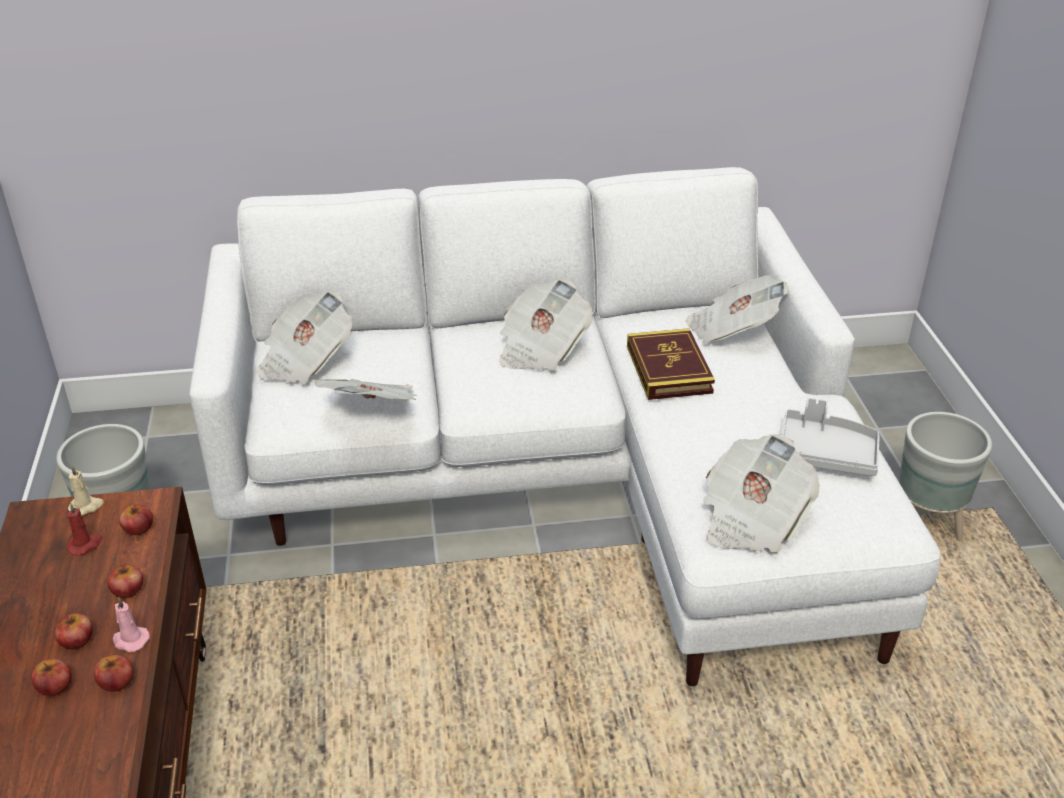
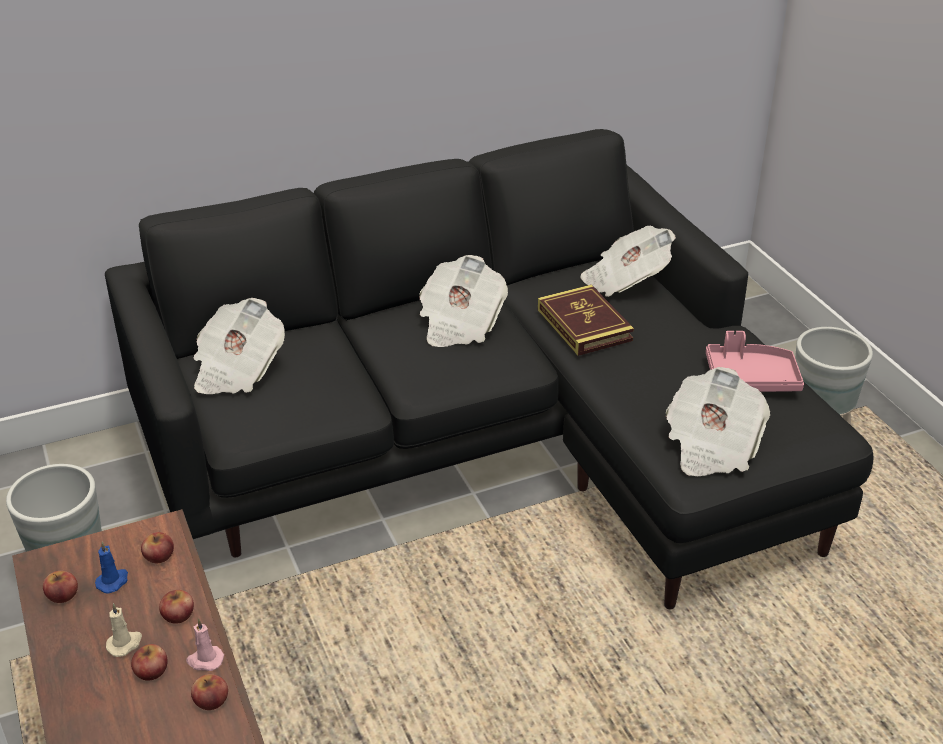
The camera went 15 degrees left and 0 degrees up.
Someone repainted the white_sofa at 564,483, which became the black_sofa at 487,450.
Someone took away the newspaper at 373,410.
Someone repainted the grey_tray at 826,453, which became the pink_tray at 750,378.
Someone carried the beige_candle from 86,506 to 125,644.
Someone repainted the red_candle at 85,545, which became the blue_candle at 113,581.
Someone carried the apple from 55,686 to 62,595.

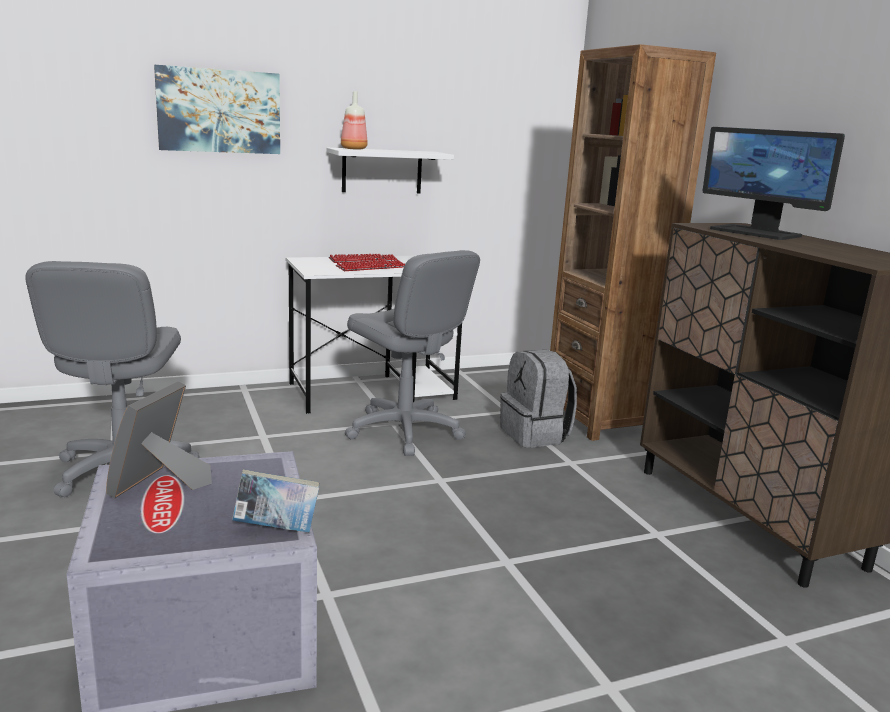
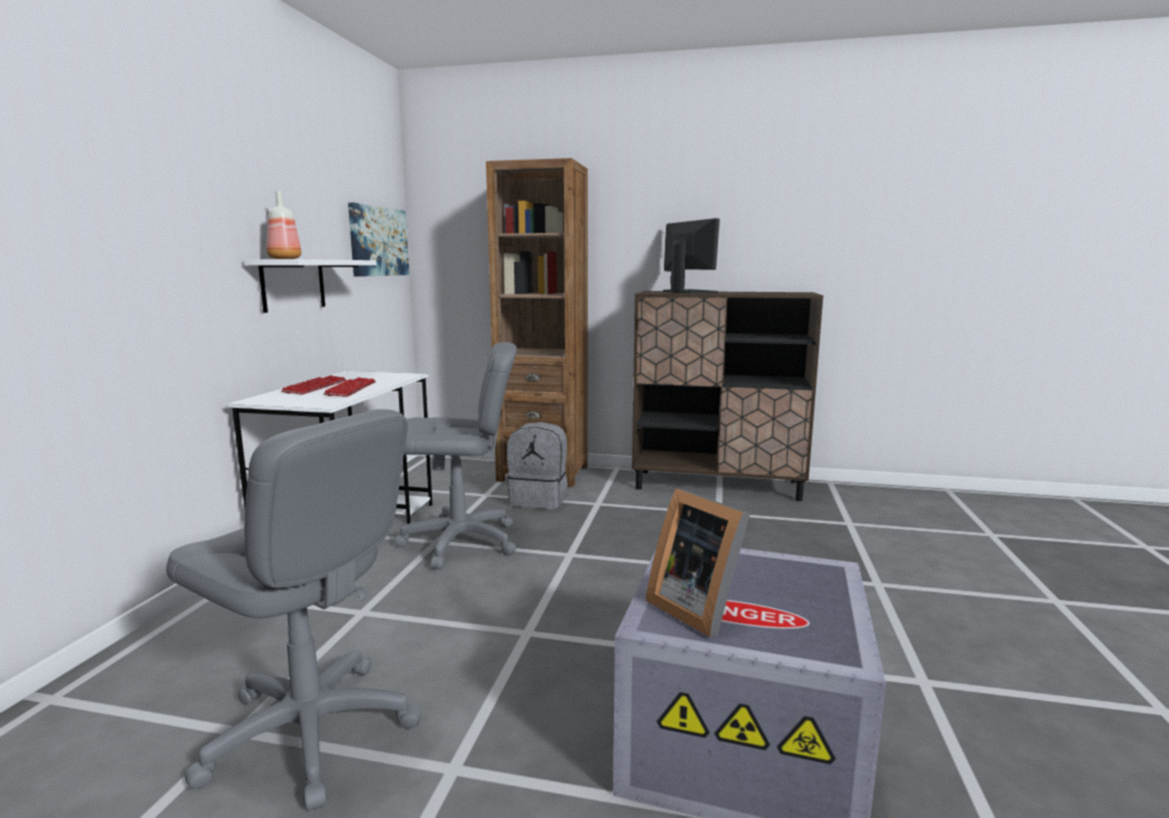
The camera went 55 degrees left and 5 degrees down.
Someone carried the picture from 219,111 to 378,241.
Someone rotated the monitor at 756,232 by 105 degrees counterclockwise.
Someone took away the book at 276,529.

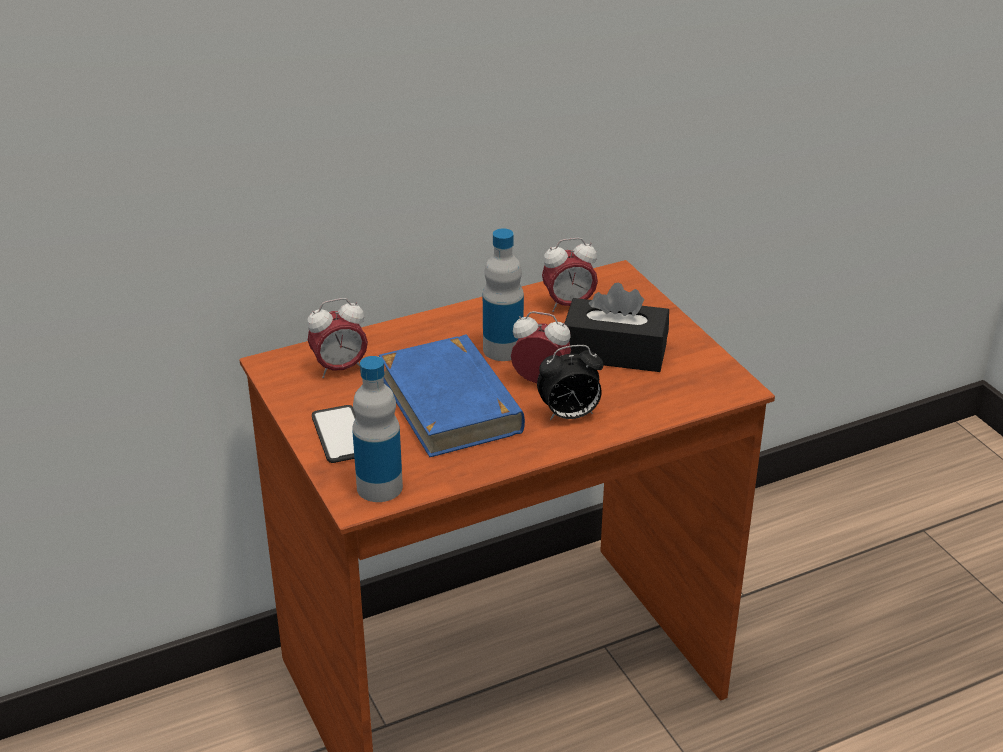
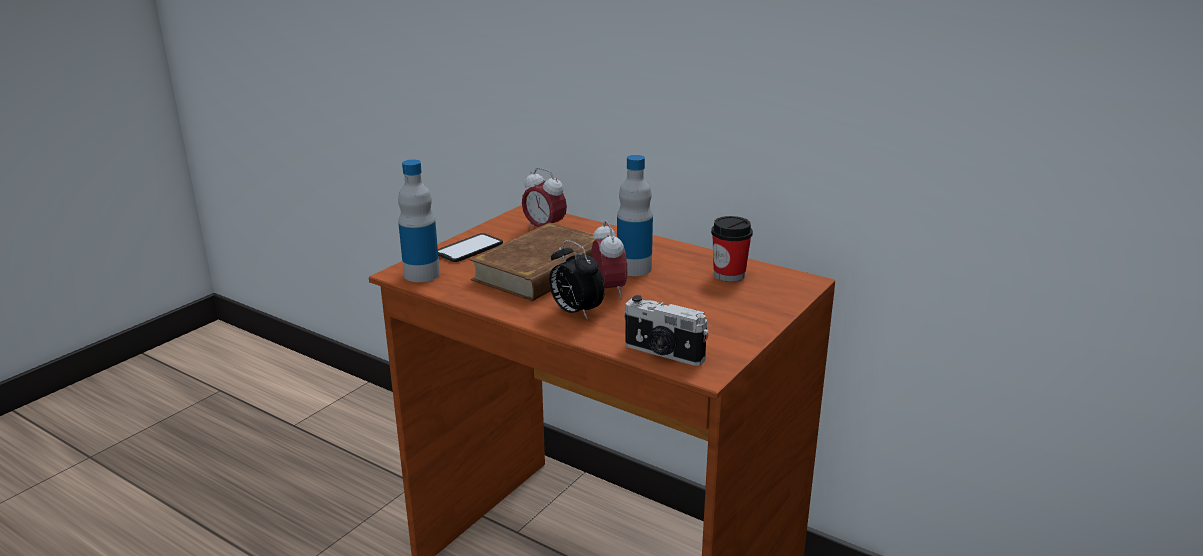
The camera went 60 degrees right and 10 degrees down.
Someone swapped the alarm_clock at 569,305 for the cup at 729,275.
Someone took away the black_tissue_box at 615,352.
Someone repainted the blue_book at 451,403, which became the brown_book at 543,270.
Someone put down the photo_camera at 663,353.

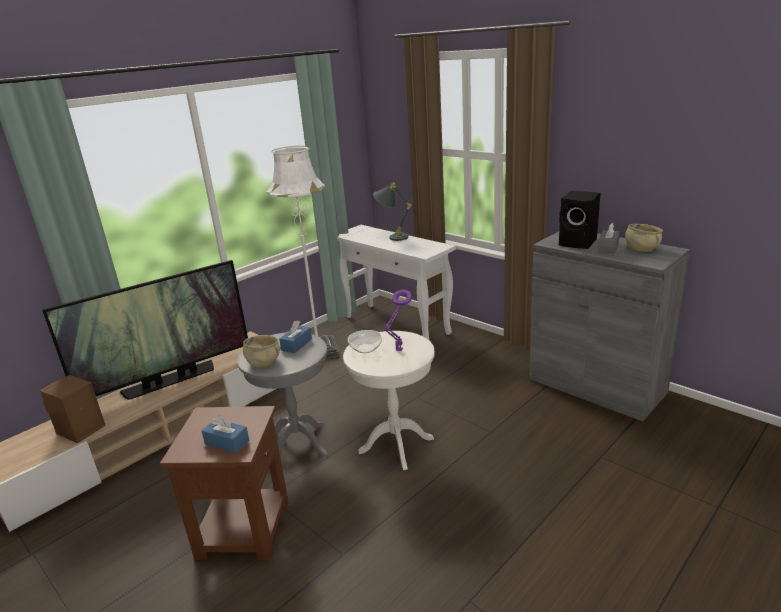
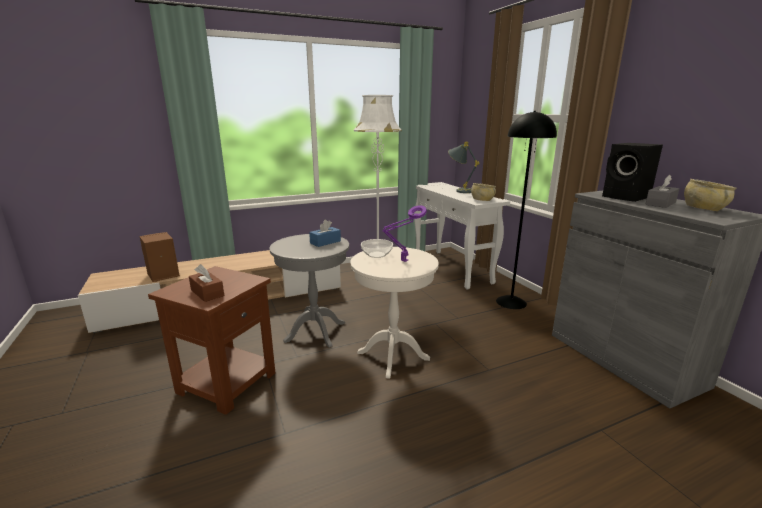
The camera went 20 degrees right and 5 degrees down.
Someone took away the television at 170,380.
Someone carried the beige_bowl from 263,362 to 482,200.
Someone repainted the blue_tissue_box at 227,442, which became the brown_tissue_box at 207,293.
Someone put down the black_floor_lamp at 510,302.

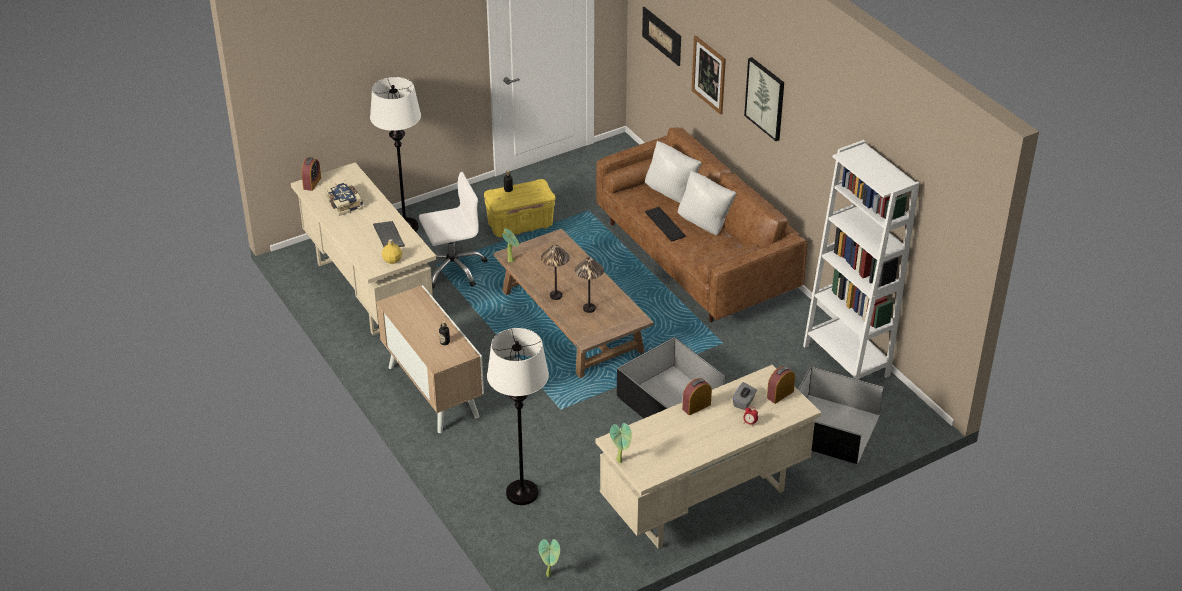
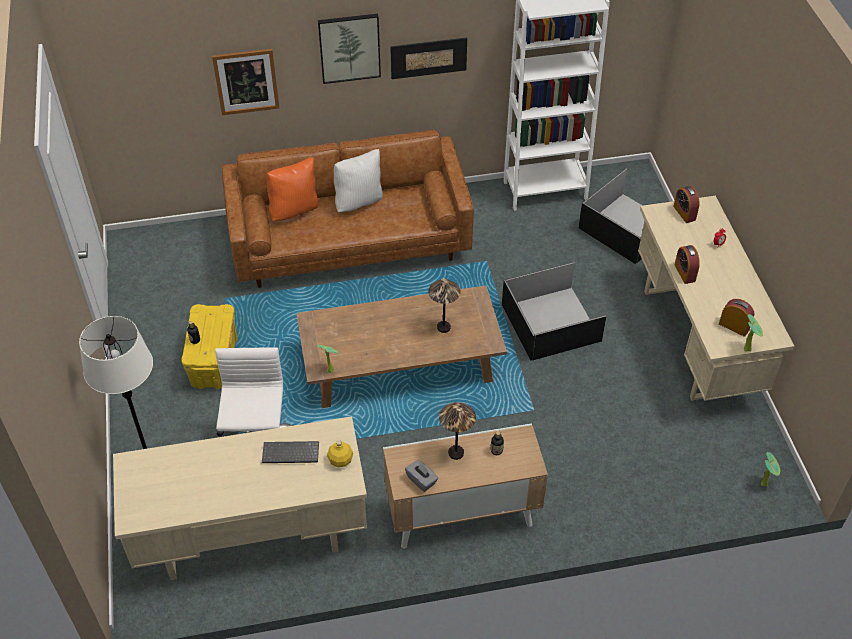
The camera went 70 degrees left and 10 degrees up.
Someone carried the picture from 662,36 to 428,58.
Someone repainted the white_pillow at 671,193, which became the orange_pillow at 294,210.
Someone carried the alarm_clock from 312,183 to 734,326.
Someone took away the book at 345,203.
Someone took away the keyboard at 666,224.
Someone carried the table_lamp from 555,296 to 456,453.
Someone took away the white_floor_lamp at 522,493.
Someone carried the grey_tissue_box from 744,402 to 421,480.

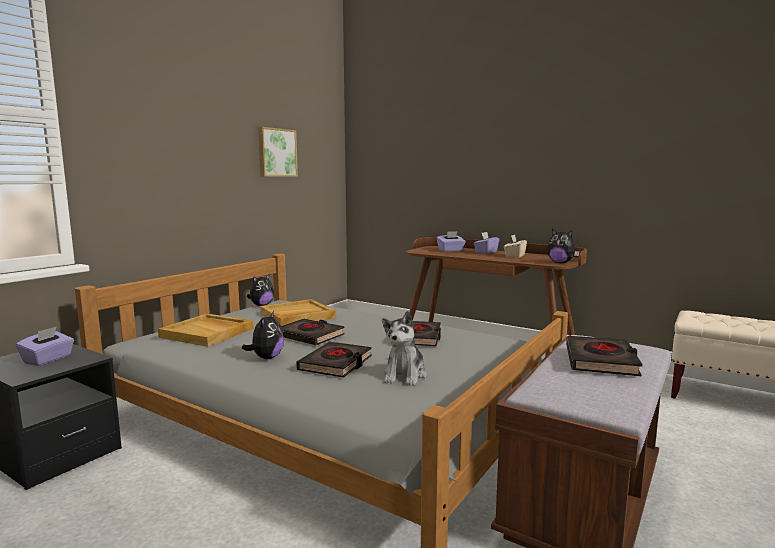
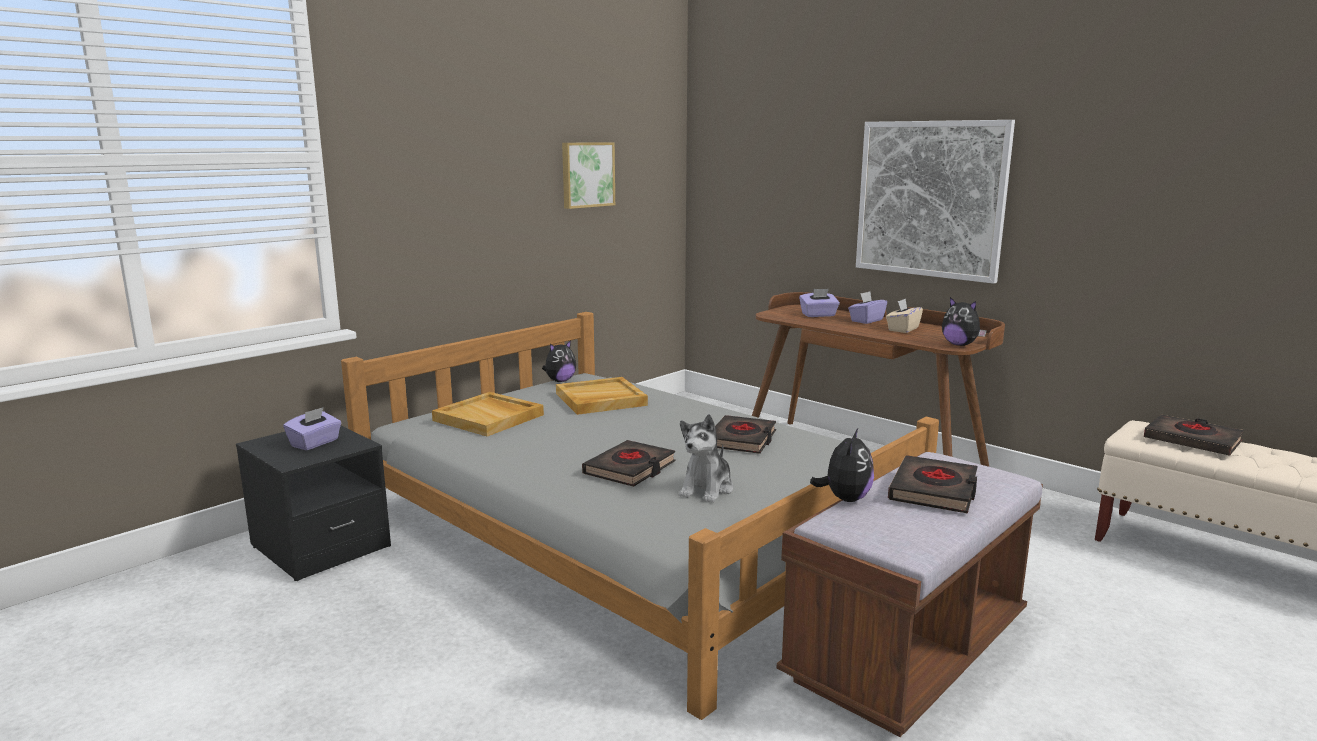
The camera went 10 degrees right and 5 degrees up.
Someone carried the plush_toy from 266,358 to 845,499.
Someone carried the black_book from 310,336 to 1192,440.
Someone put up the picture at 930,199.

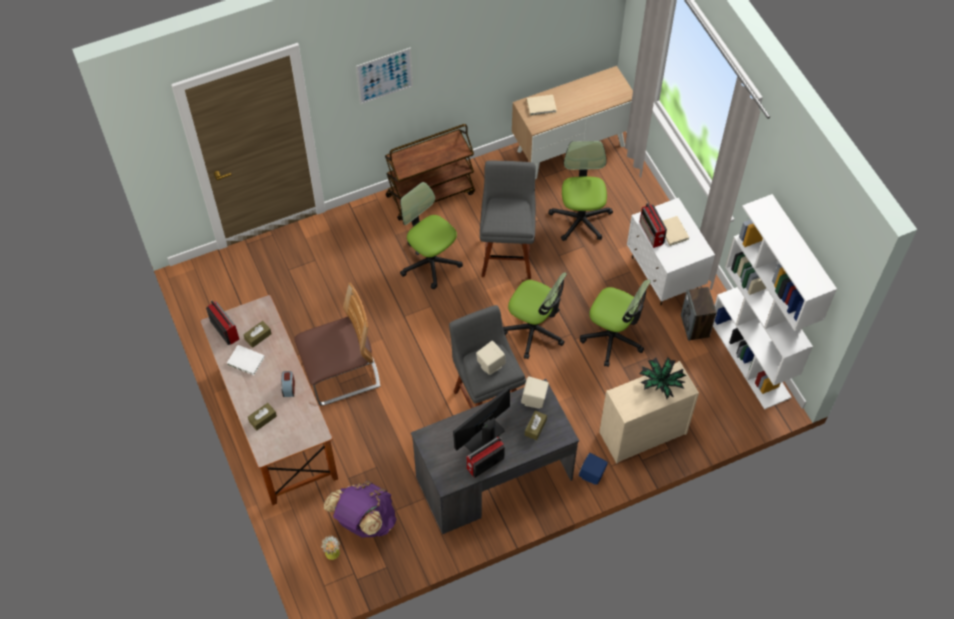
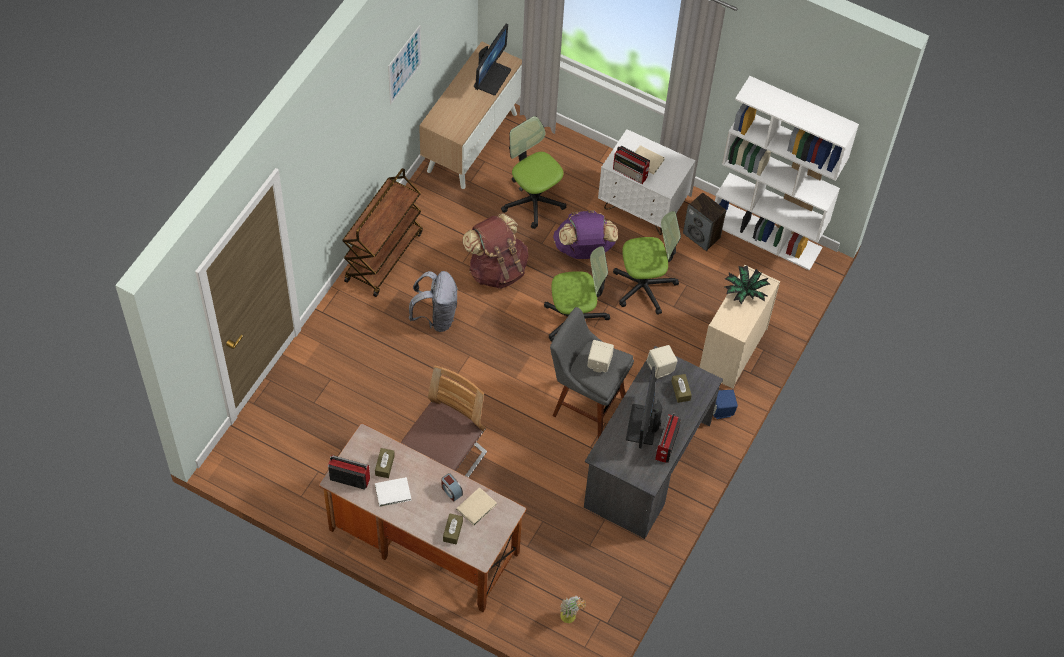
The camera went 40 degrees left and 0 degrees up.
Someone carried the picture from 384,76 to 404,64.
Someone carried the beige_book from 542,106 to 477,507.
Someone swapped the grey_stool at 507,254 for the brown_backpack at 497,269.
Someone swapped the office_chair at 430,262 for the grey_backpack at 436,317.
Someone carried the purple_backpack from 364,521 to 584,249.
Someone put down the monitor at 491,77.

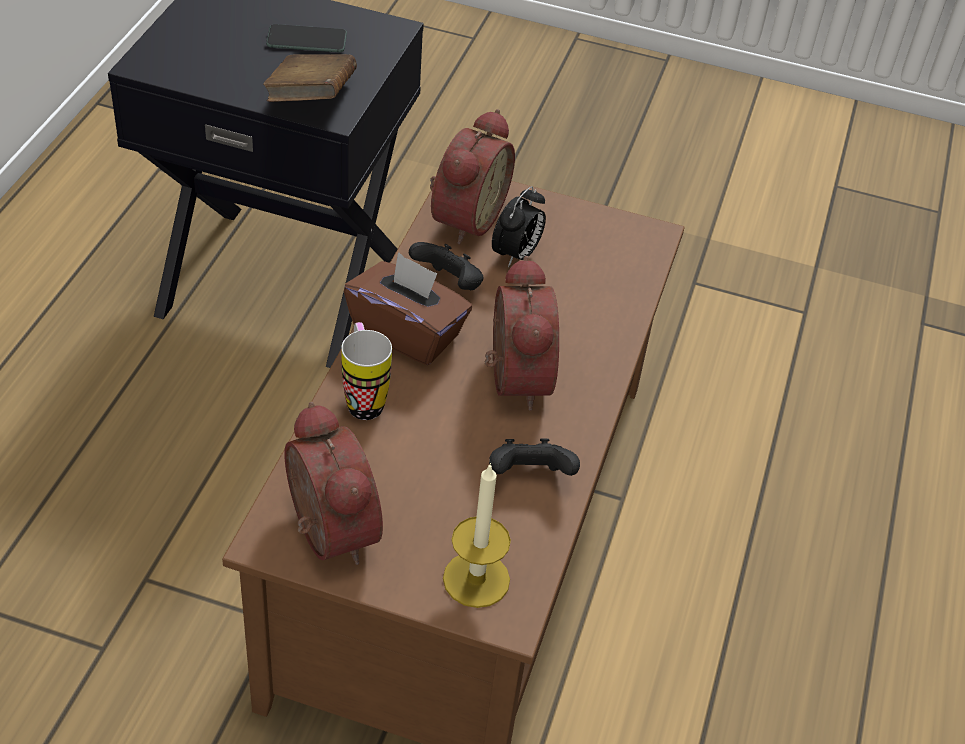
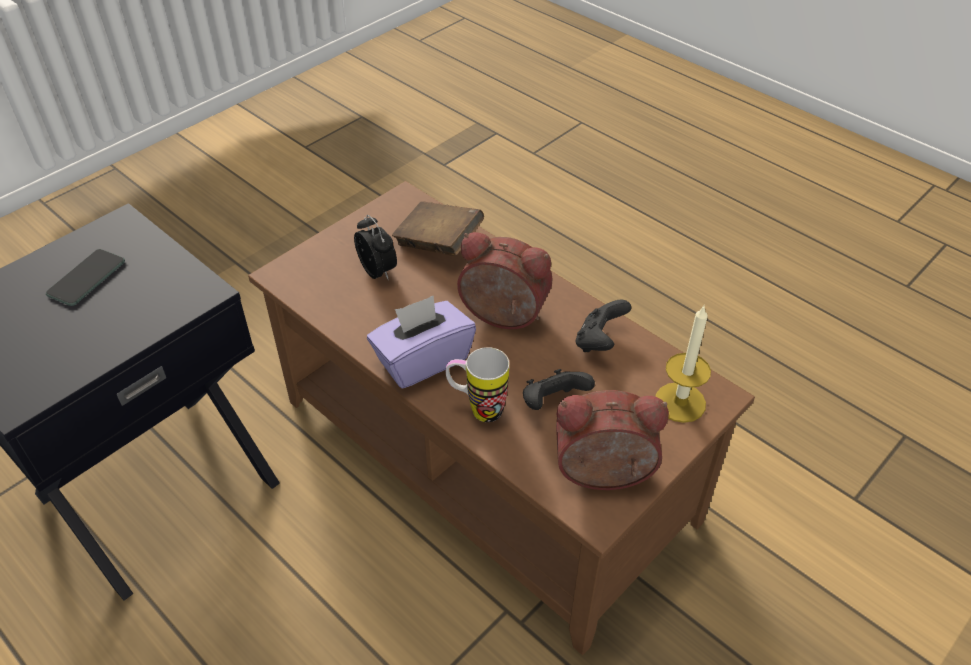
The camera went 60 degrees left and 0 degrees up.
Someone carried the brown_book from 311,100 to 438,244.
Someone took away the alarm_clock at 464,218.
Someone carried the black_game_controller from 449,284 to 553,403.
Someone repainted the brown_tissue_box at 407,332, which became the purple_tissue_box at 422,360.

